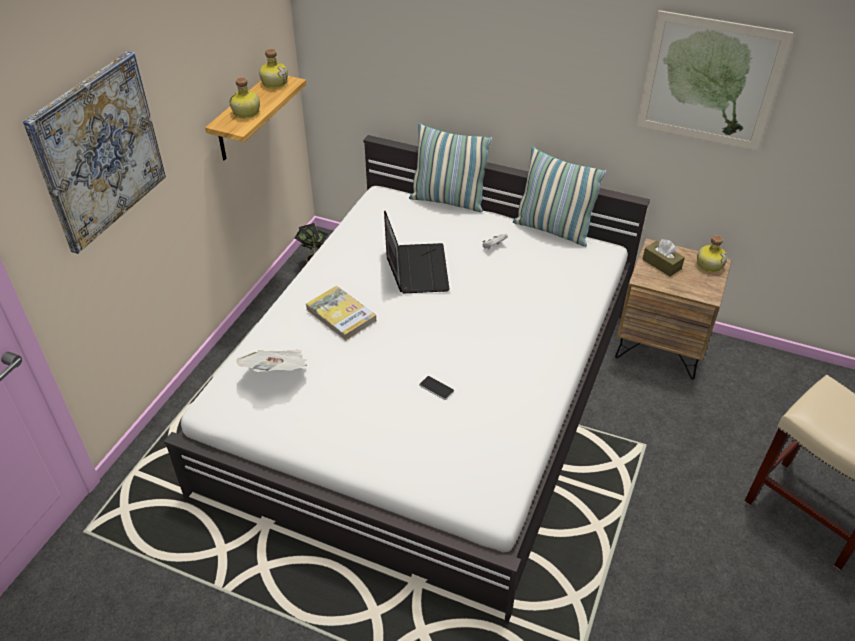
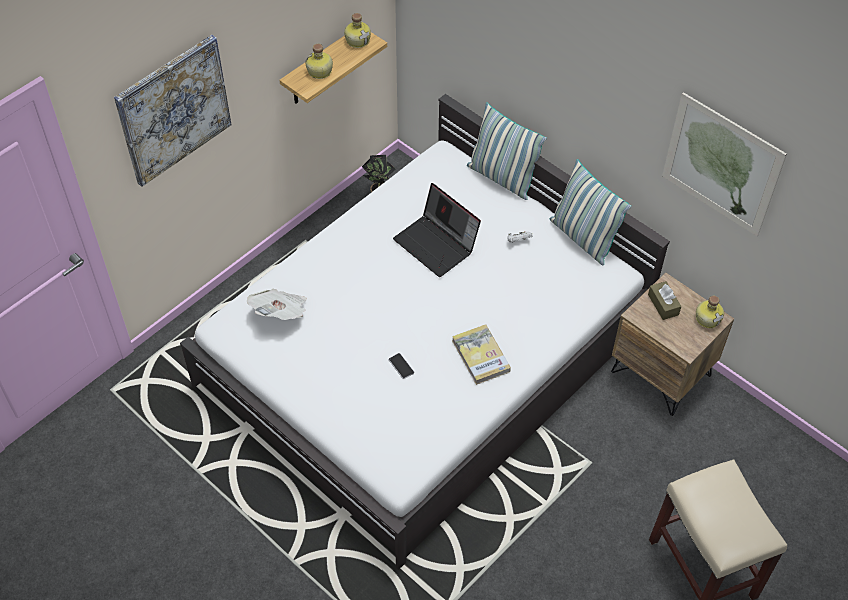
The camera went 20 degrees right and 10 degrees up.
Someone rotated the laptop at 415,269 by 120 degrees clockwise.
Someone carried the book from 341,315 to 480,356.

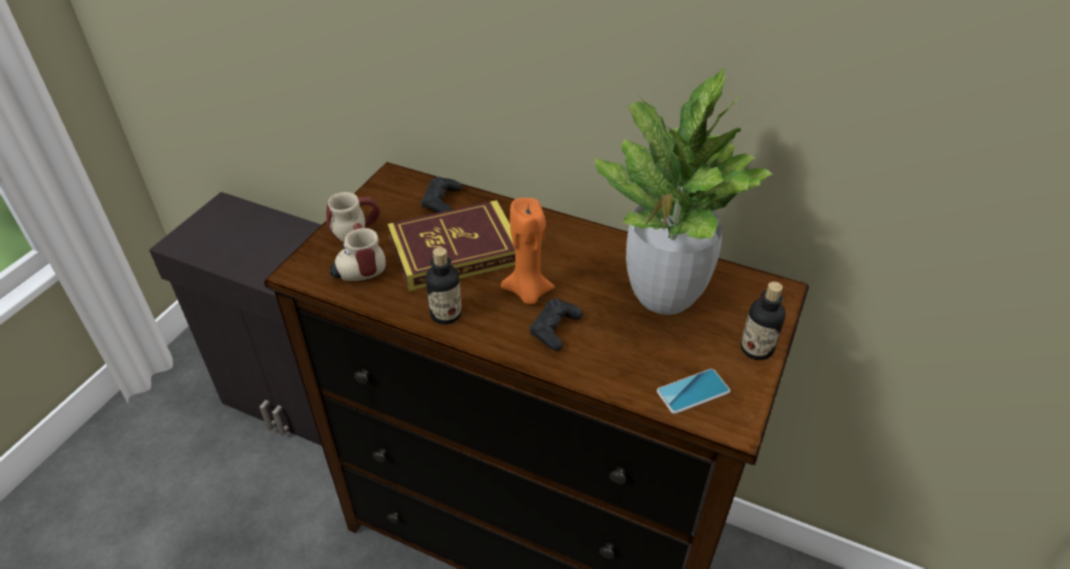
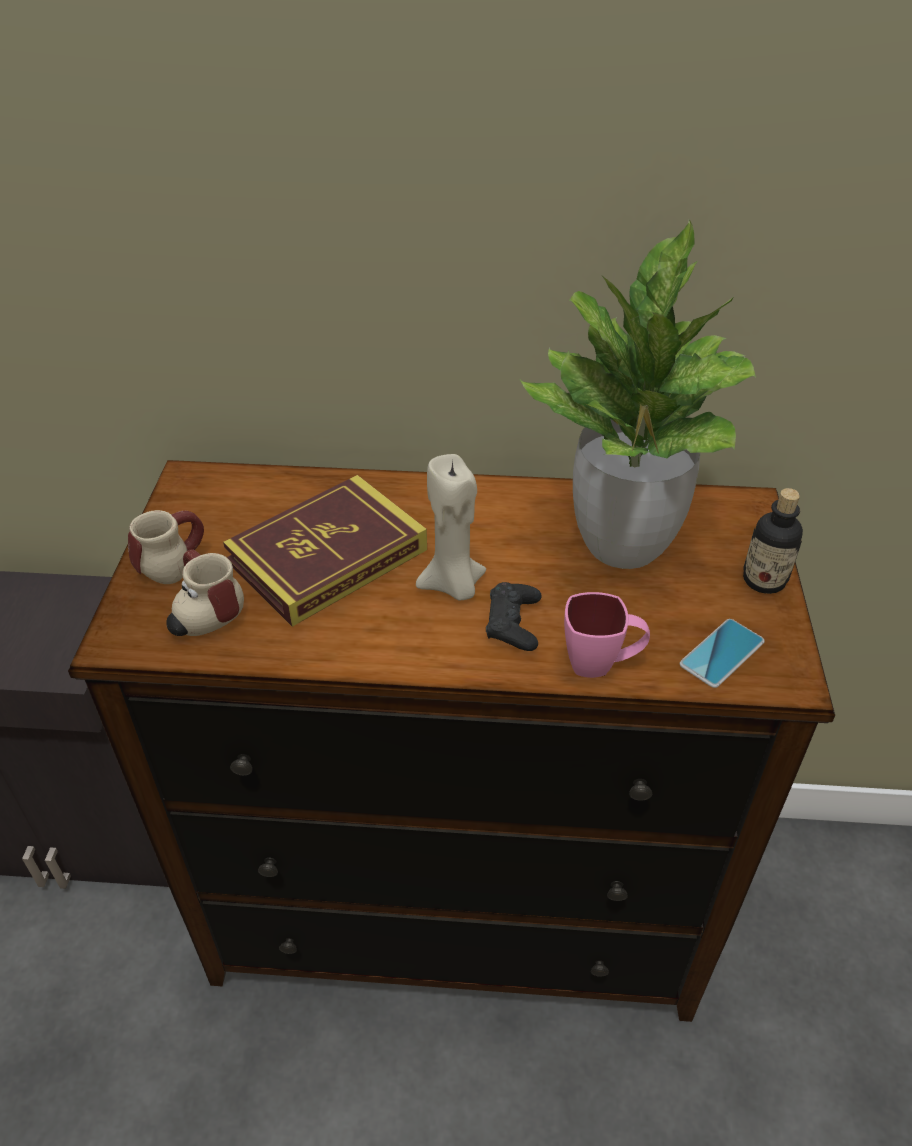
The camera went 20 degrees left and 0 degrees up.
Someone took away the black_game_controller at 441,201.
Someone repainted the orange_candle at 527,292, which became the beige_candle at 453,586.
Someone took away the bottle at 445,314.
Someone put down the pink_mug at 601,664.

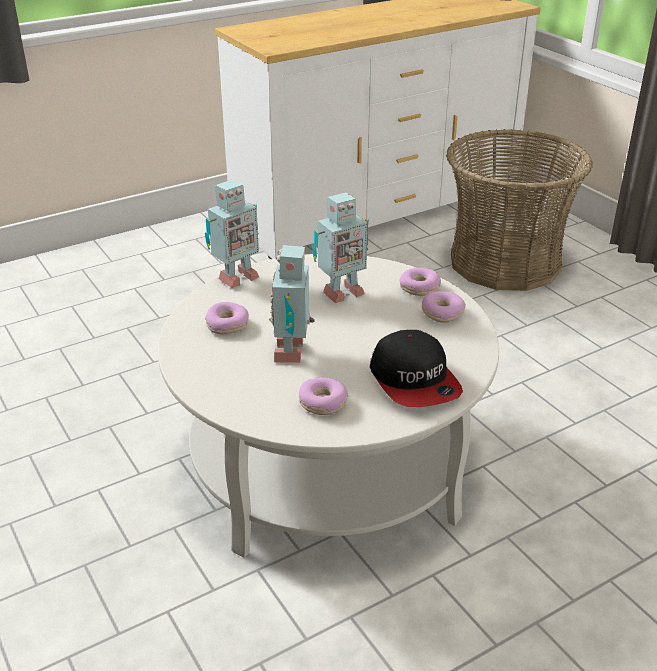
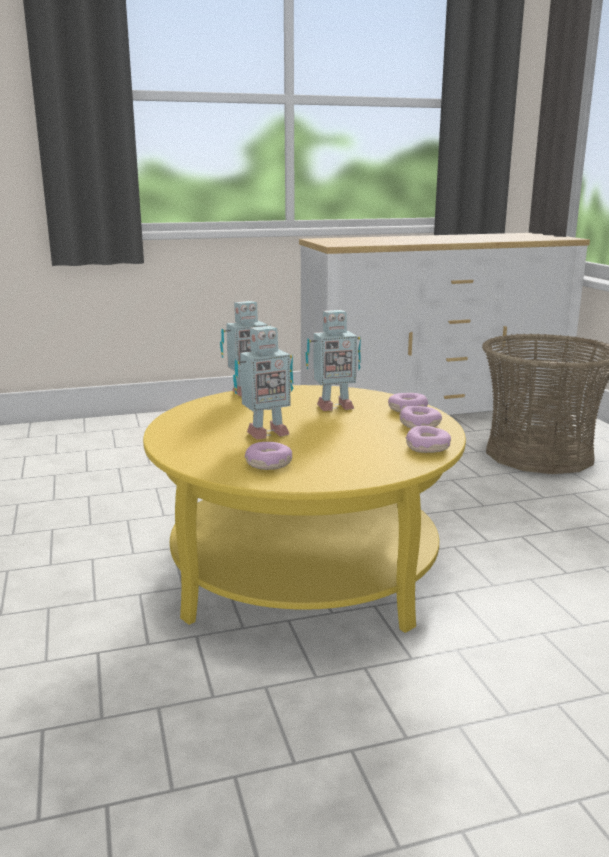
The camera went 15 degrees right and 15 degrees down.
Someone rotated the toy_robot at 293,351 by 135 degrees counterclockwise.
Someone repainted the white_coffee_table at 328,461, which became the yellow_coffee_table at 304,568.
Someone carried the donut from 227,324 to 428,447.
Someone took away the cap at 414,381.

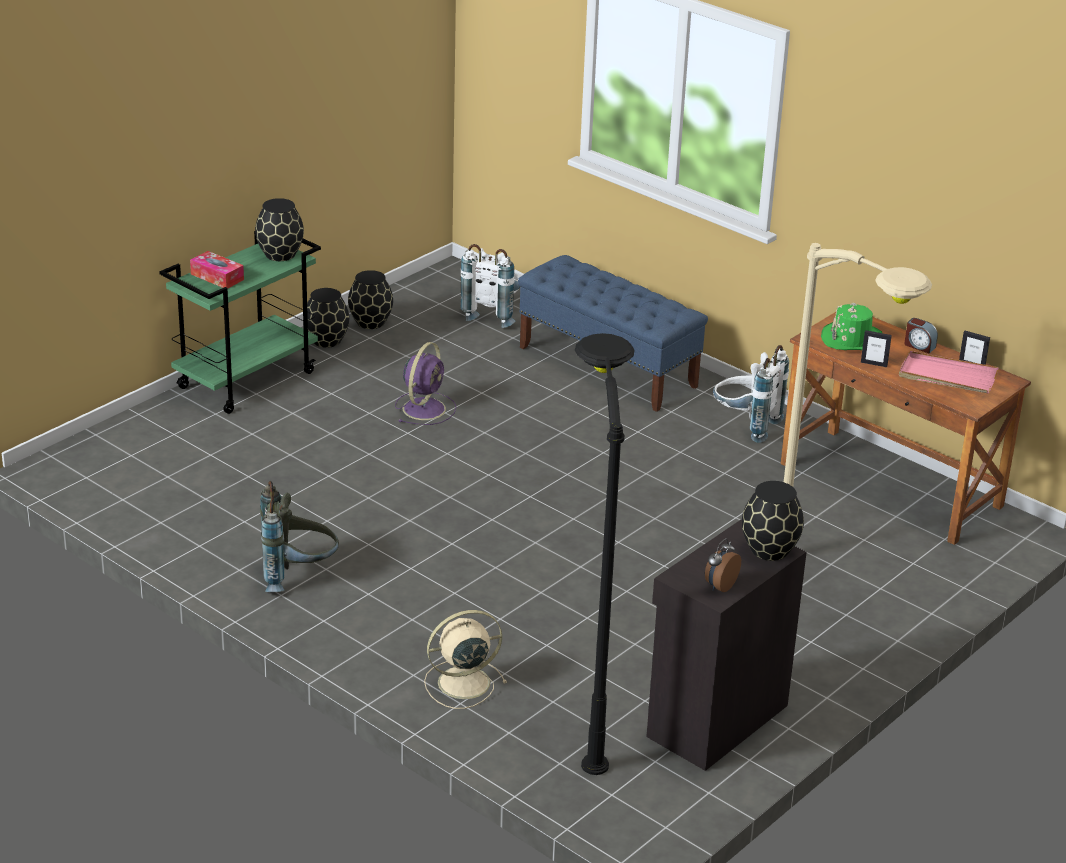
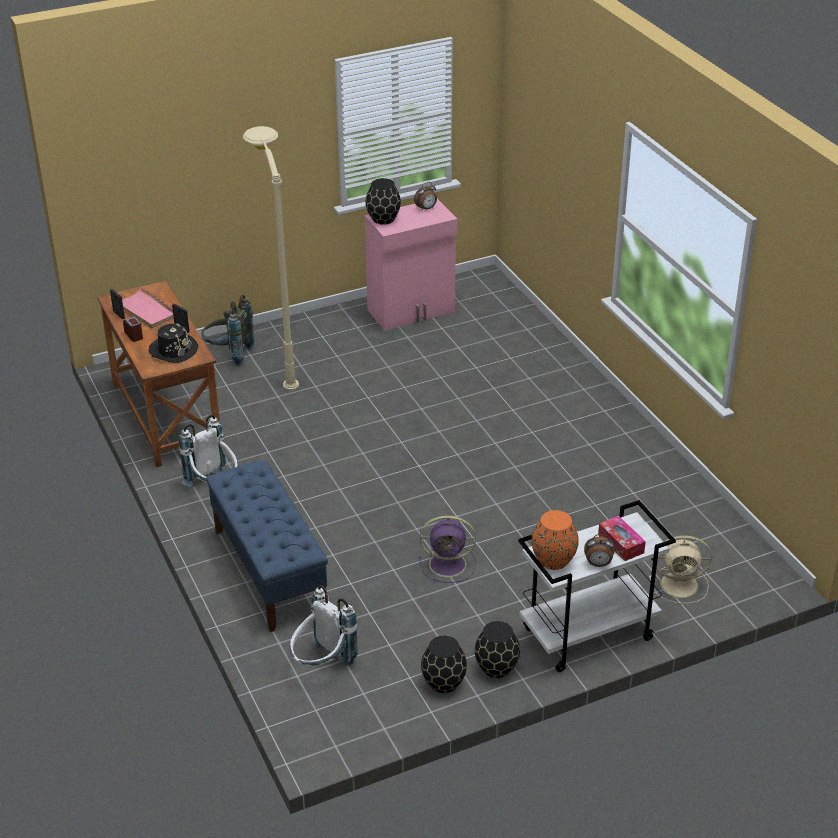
The camera went 155 degrees left and 5 degrees up.
Someone repainted the black_vase at 279,254, which became the orange_vase at 554,560.
Someone repainted the green_cart at 247,379, which became the white_cart at 588,635.
Someone repainted the green_hat at 851,339, which became the black_hat at 173,350.
Someone took away the black_floor_lamp at 587,710.
Someone rotated the purple_fan at 425,408 by 135 degrees counterclockwise.
Someone carried the grey_backpack from 298,576 to 229,354.
Someone repainted the black_cabinet at 715,720, which became the pink_cabinet at 412,311.
Someone carried the beige_fan from 461,683 to 681,585.
Someone put down the alarm_clock at 598,564.

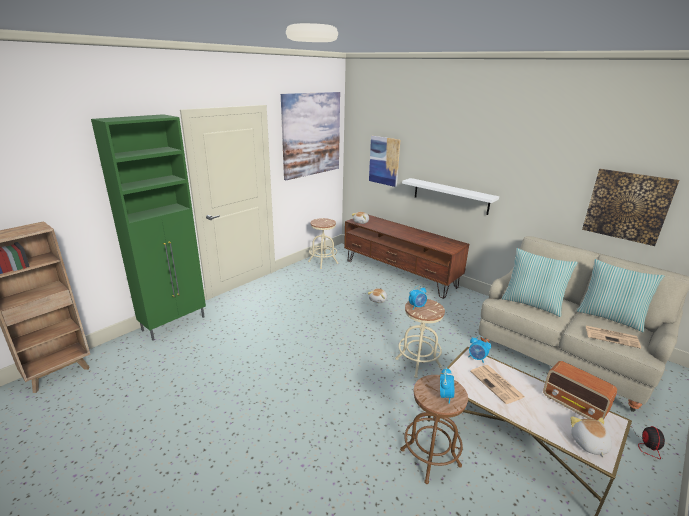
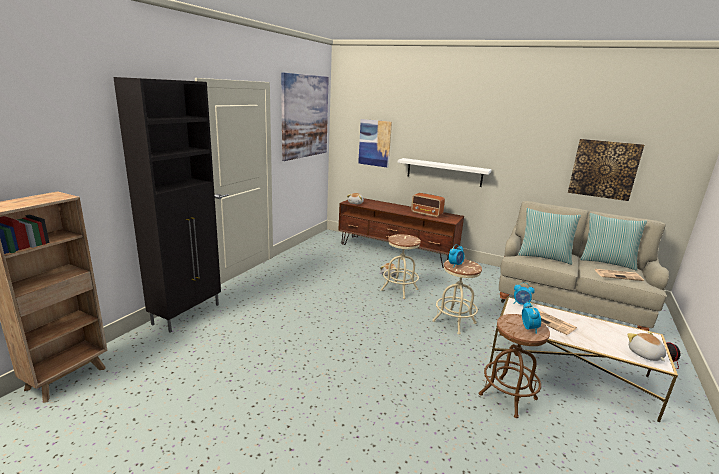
The camera went 15 degrees left and 5 degrees down.
Someone repainted the green_cabinet at 175,323, which became the black_cabinet at 187,314.
Someone carried the beige_stool from 323,262 to 399,290.
Someone carried the radio from 574,405 to 427,214.

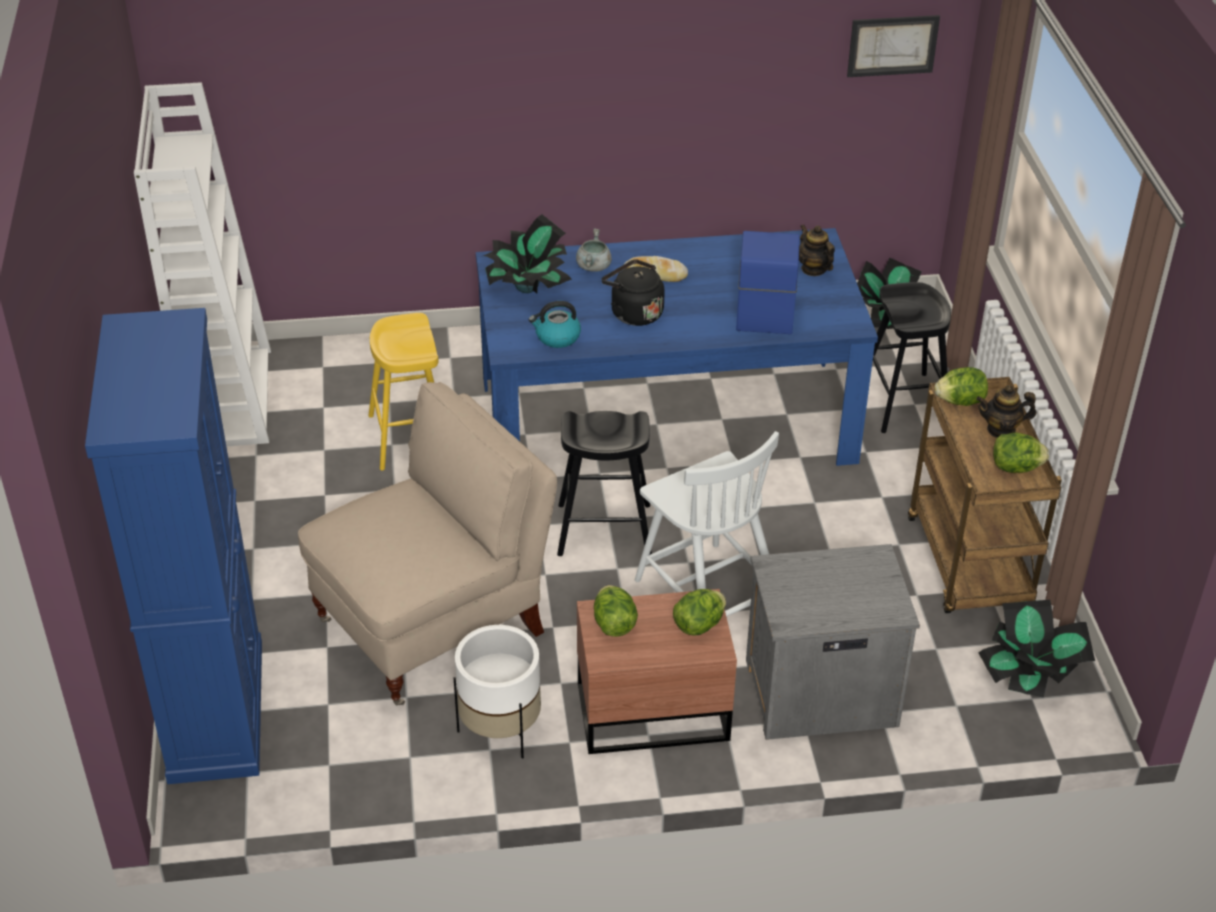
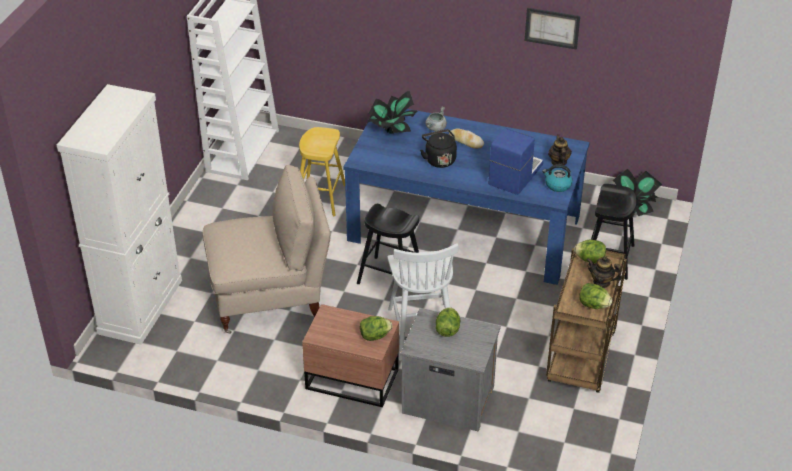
The camera went 25 degrees right and 0 degrees up.
Someone carried the picture from 892,45 to 552,28.
Someone carried the kettle from 557,337 to 557,185.
Someone repainted the blue_cabinet at 216,710, which became the white_cabinet at 141,306.
Someone carried the lettuce from 614,624 to 447,330.
Someone took away the potted_plant at 1029,676.
Someone took away the white_planter at 500,730.

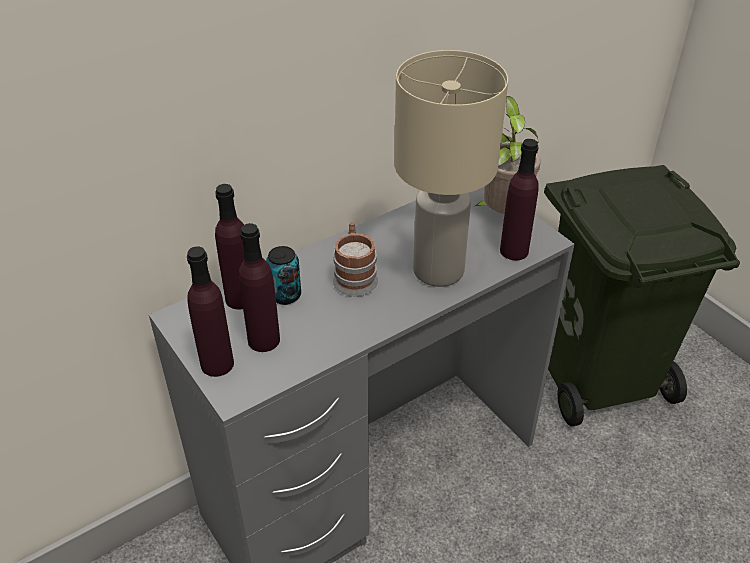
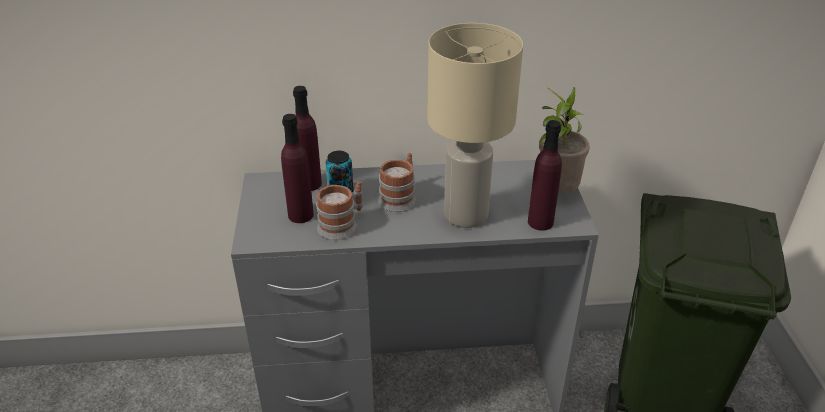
The camera went 30 degrees right and 5 degrees down.
Someone took away the purple_bottle at 217,364.
Someone put down the mug at 342,224.

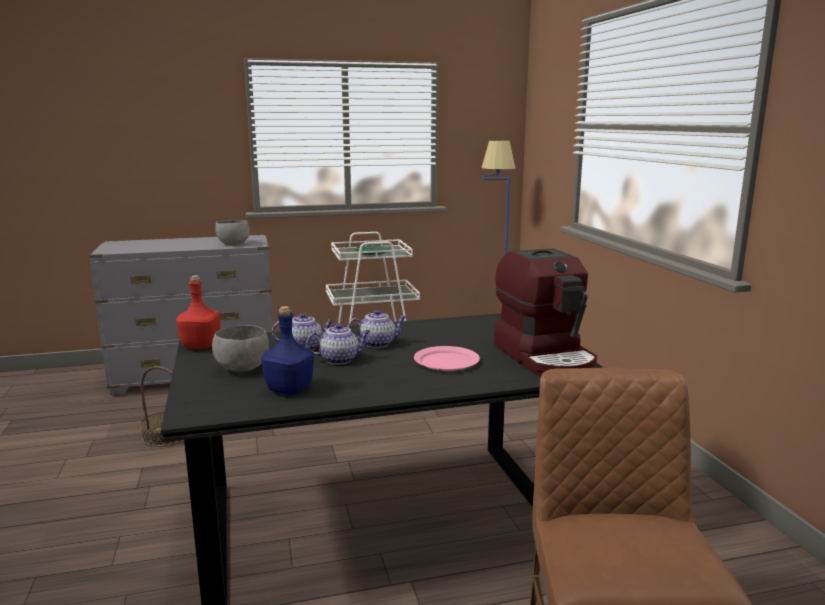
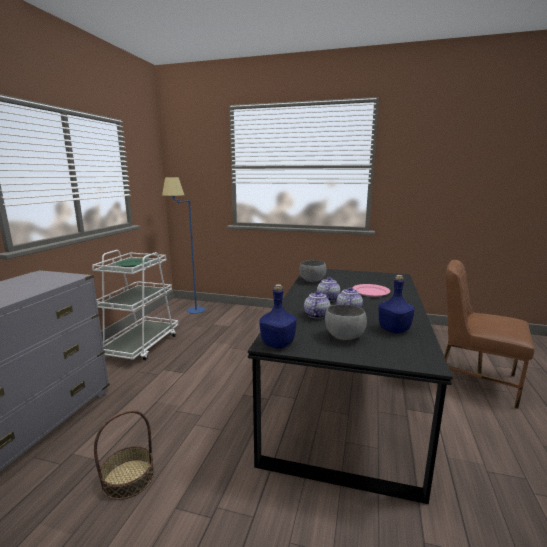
The camera went 60 degrees left and 0 degrees up.
Someone carried the grey_bowl from 233,244 to 312,281.
Someone took away the coffee_machine at 545,357.
Someone repainted the red_bottle at 200,346, which became the blue_bottle at 278,344.

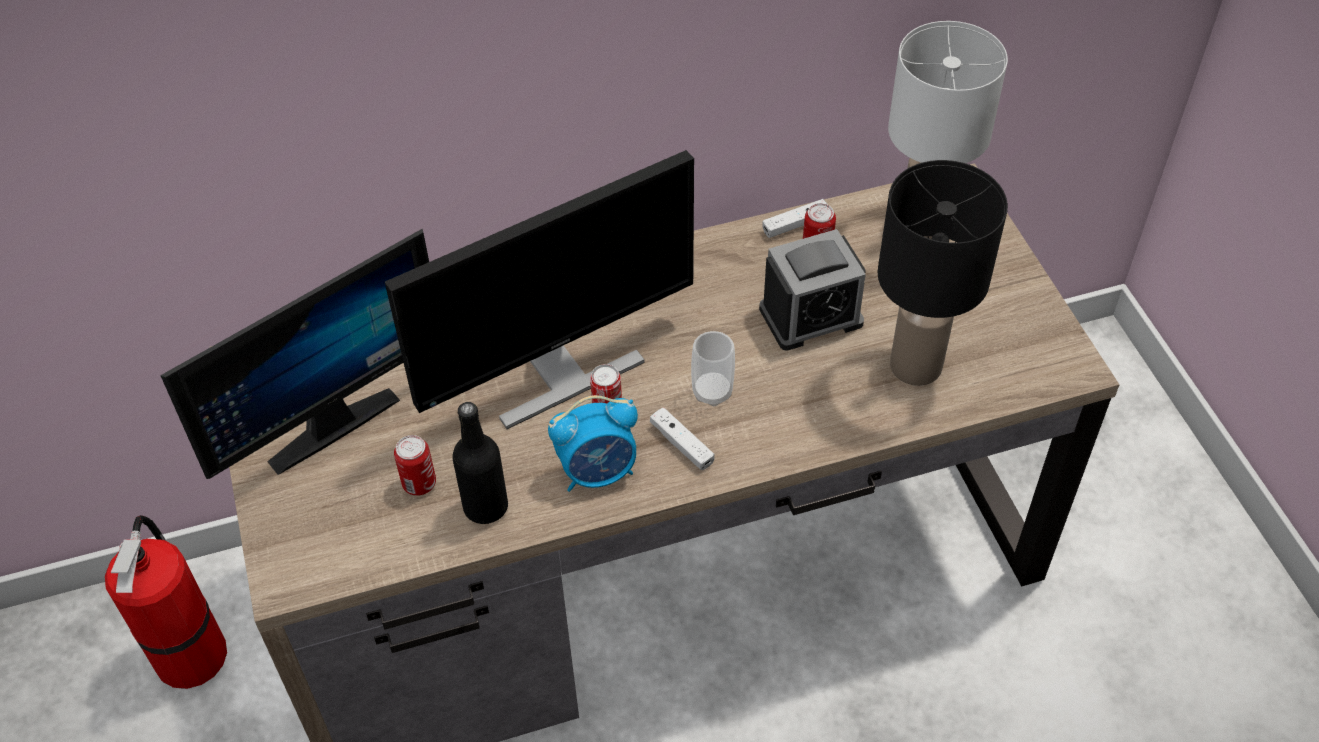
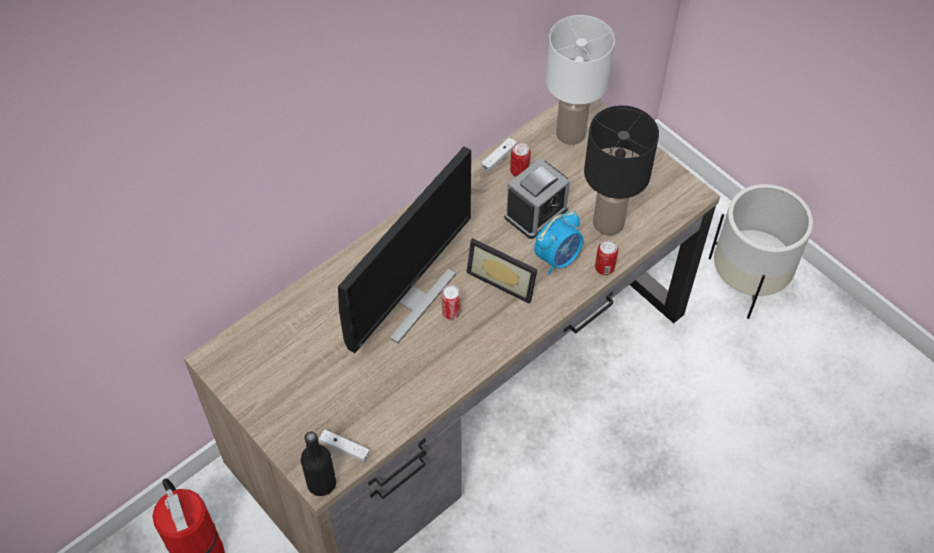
The camera went 25 degrees left and 5 degrees up.
Someone took away the monitor at 325,420.
Someone swapped the cup at 712,392 for the picture_frame at 504,278.
Someone carried the alarm_clock from 598,471 to 558,258.
Someone carried the black_bottle from 486,507 to 321,483.
Someone carried the white_game_controller from 681,444 to 344,448.
Someone carried the can from 419,483 to 604,268.
Someone put down the white_planter at 747,280.

